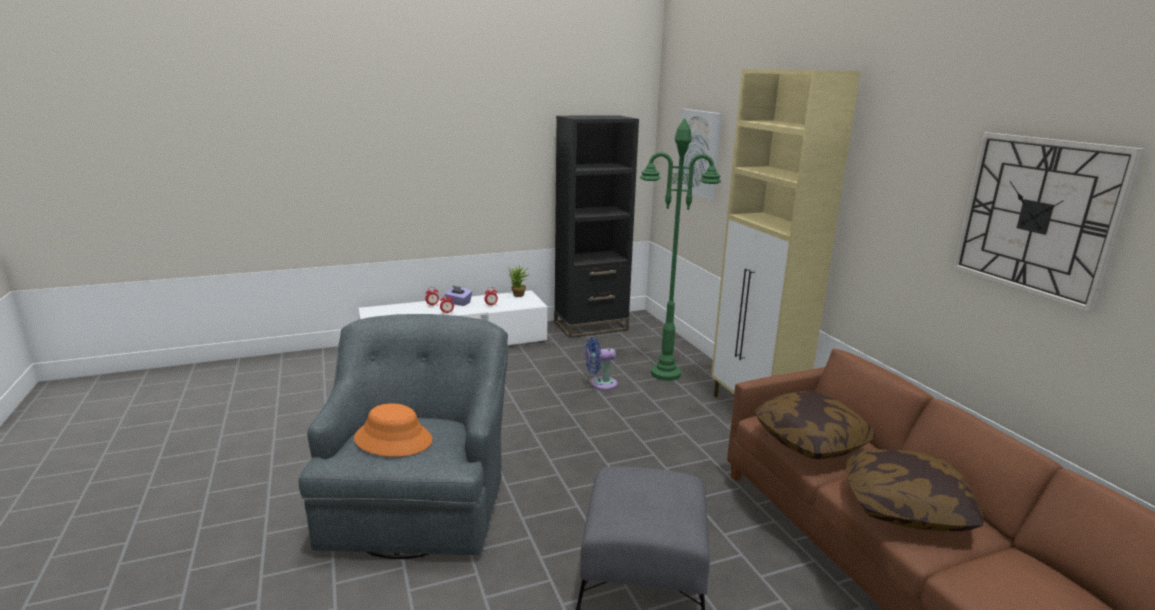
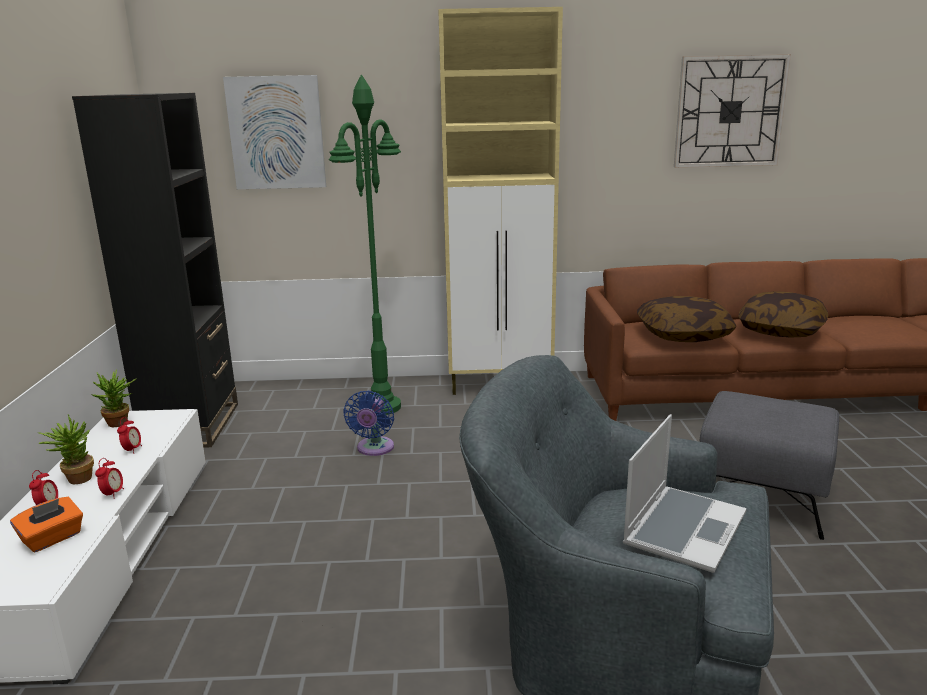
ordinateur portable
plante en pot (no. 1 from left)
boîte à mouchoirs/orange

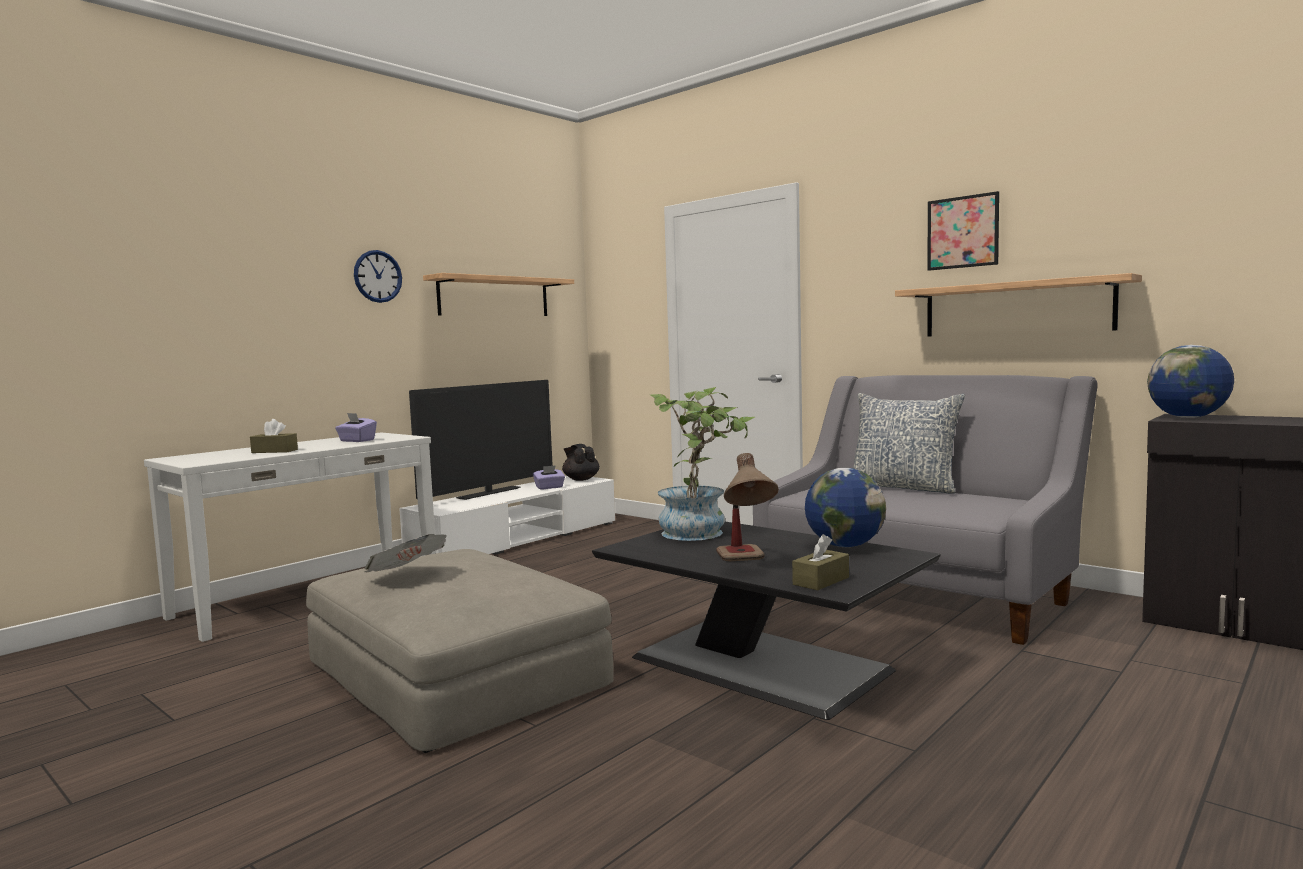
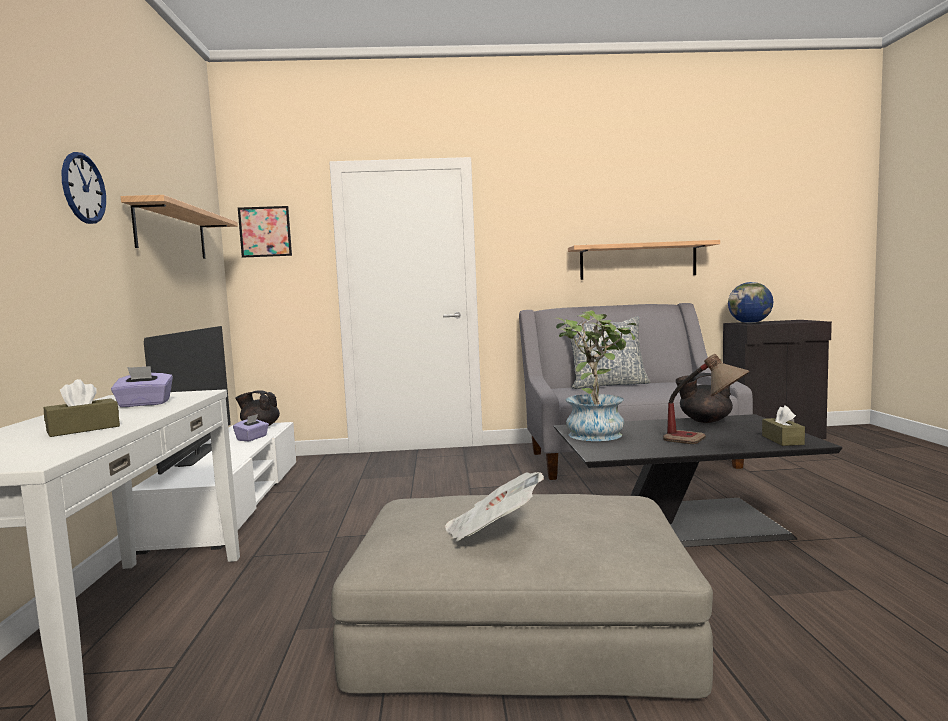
théière/noir (no. 2 from left)
tableau

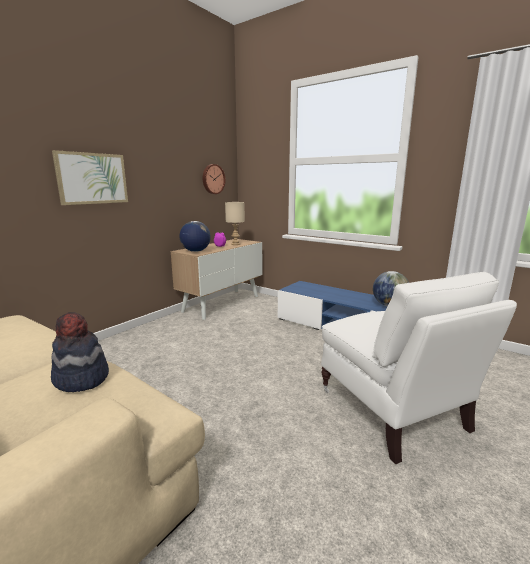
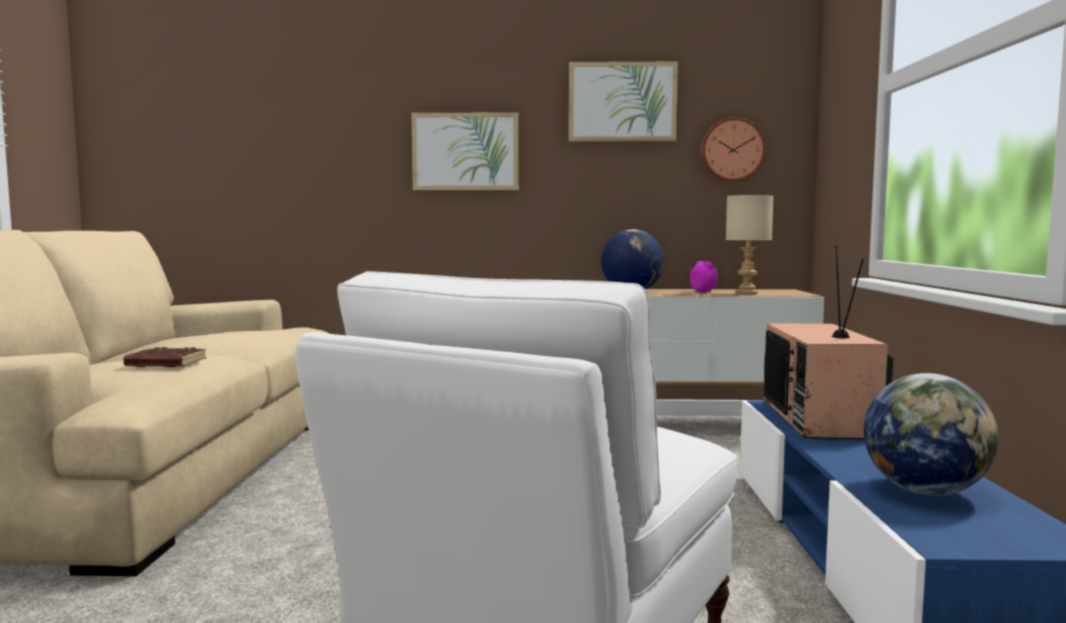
livre/marron
tableau (no. 2 from left)
téléviseur

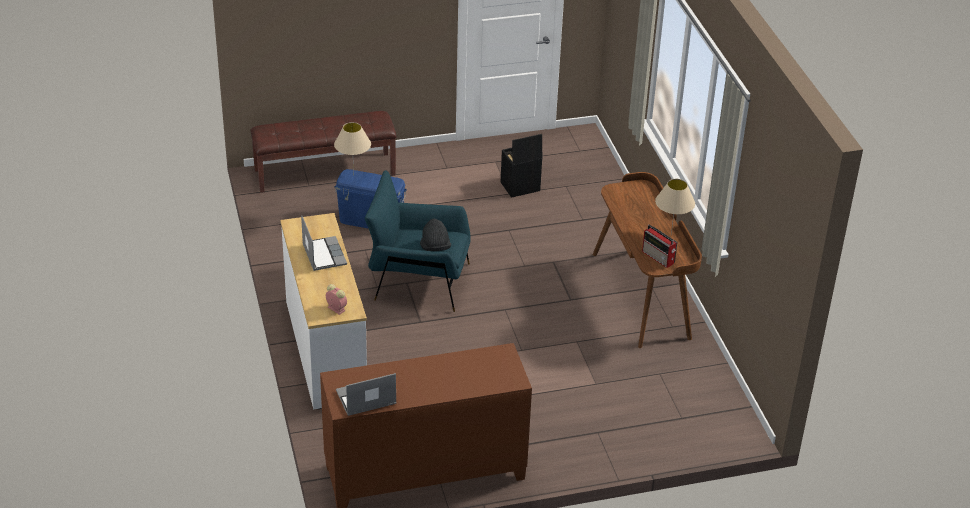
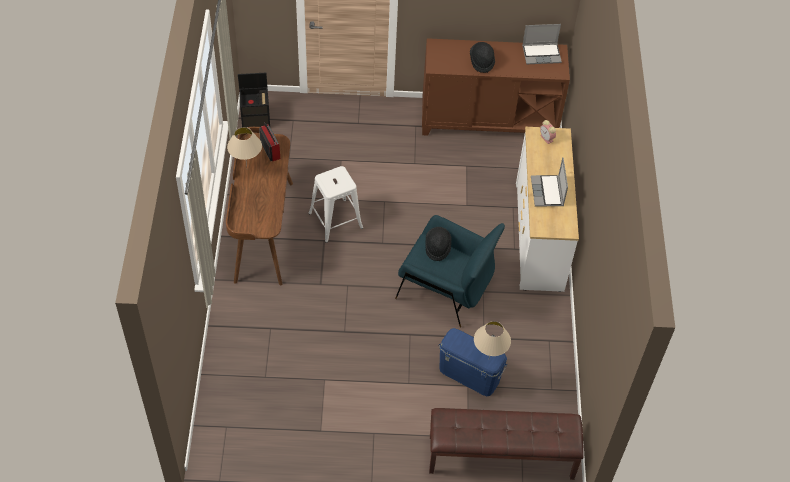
boîte de rangement/noir
tabouret/blanc
chapeau/noir (no. 2 from left)

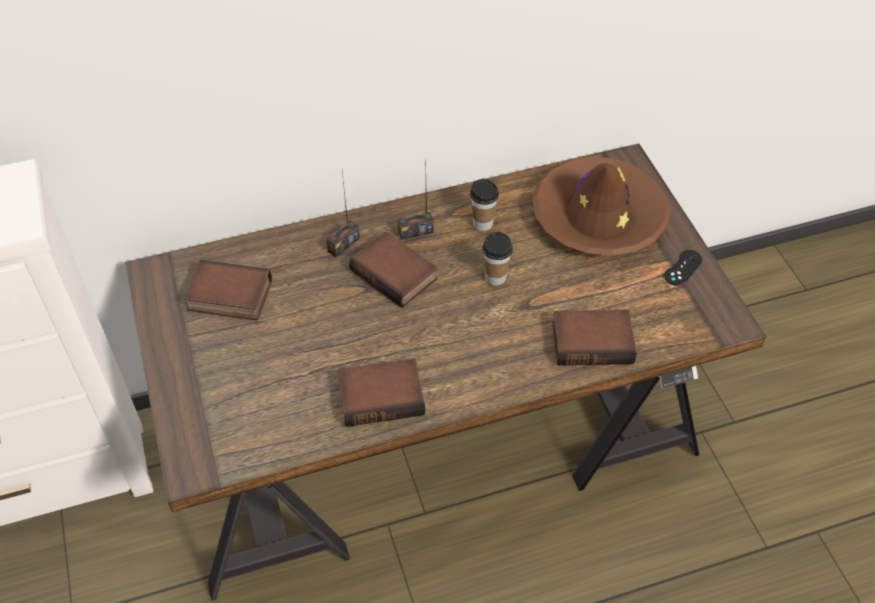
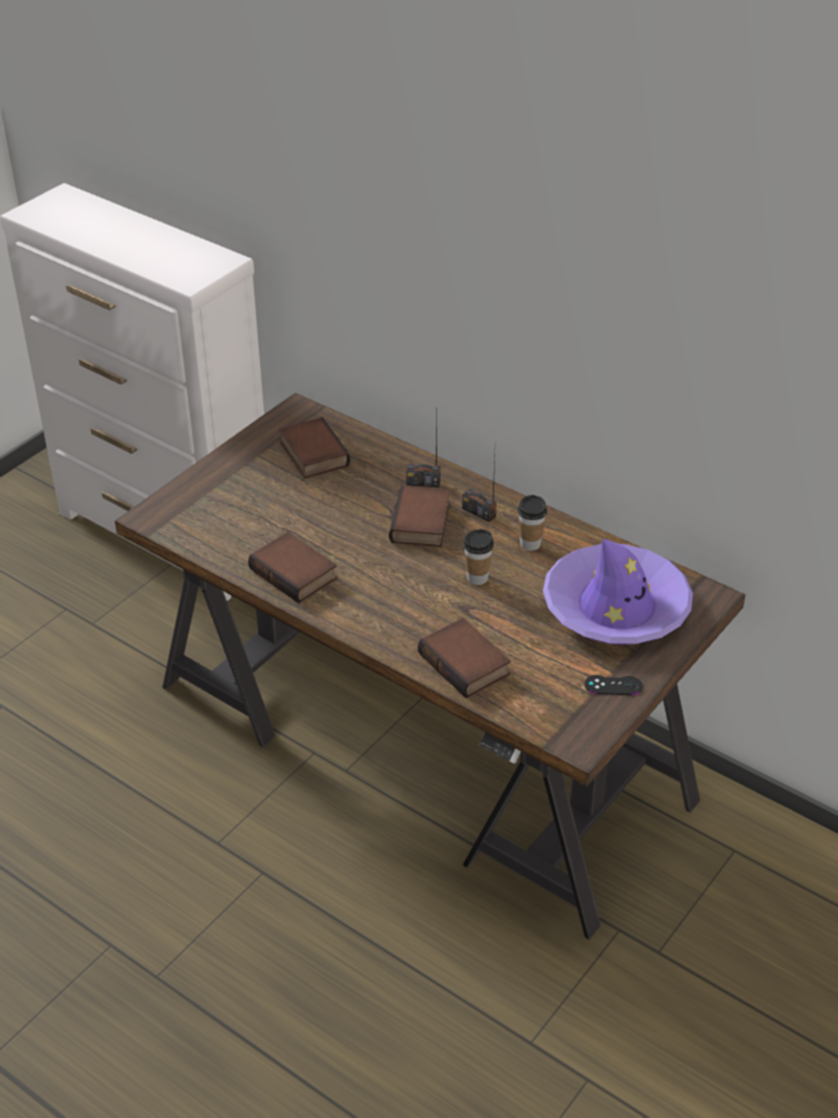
chapeau/violet

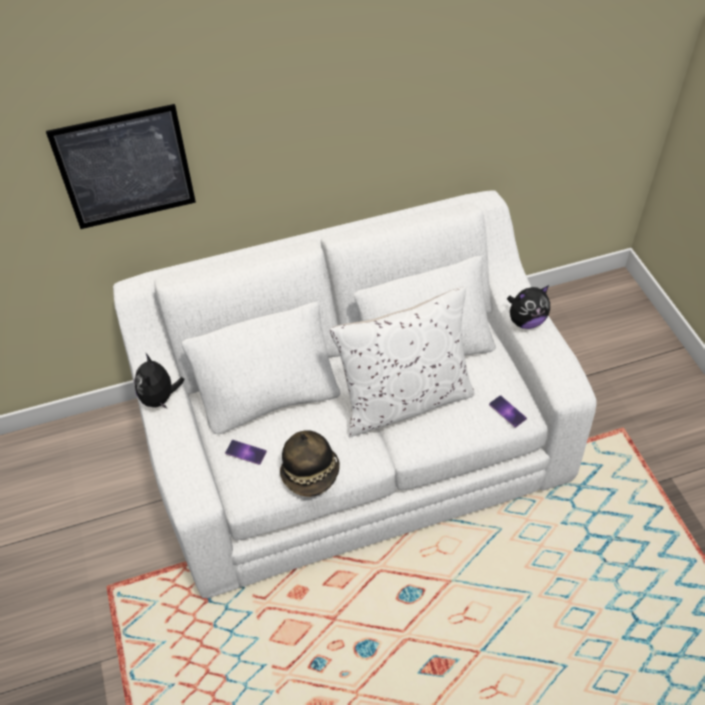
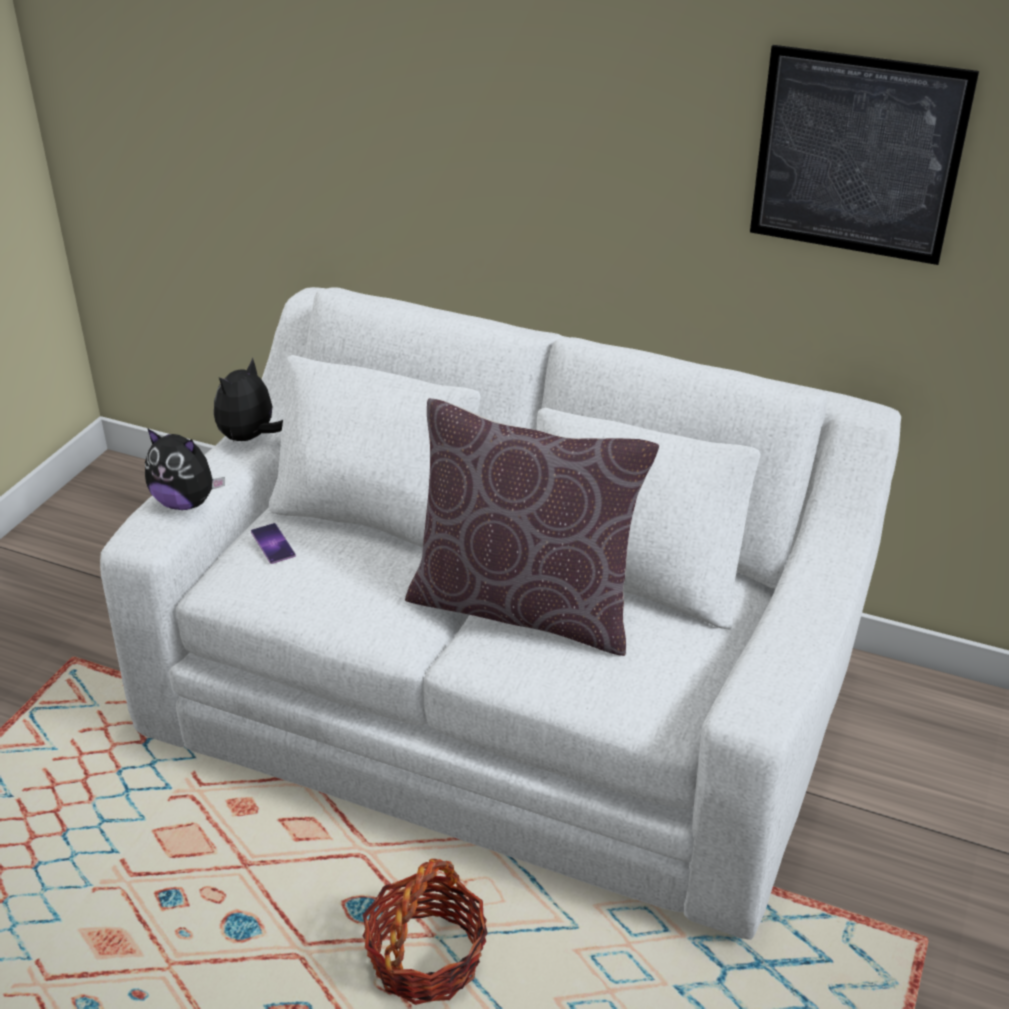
tableau
chapeau
coussin/marron
téléphone (no. 2 from left in the first image)
peluche (no. 1 from left)
panier

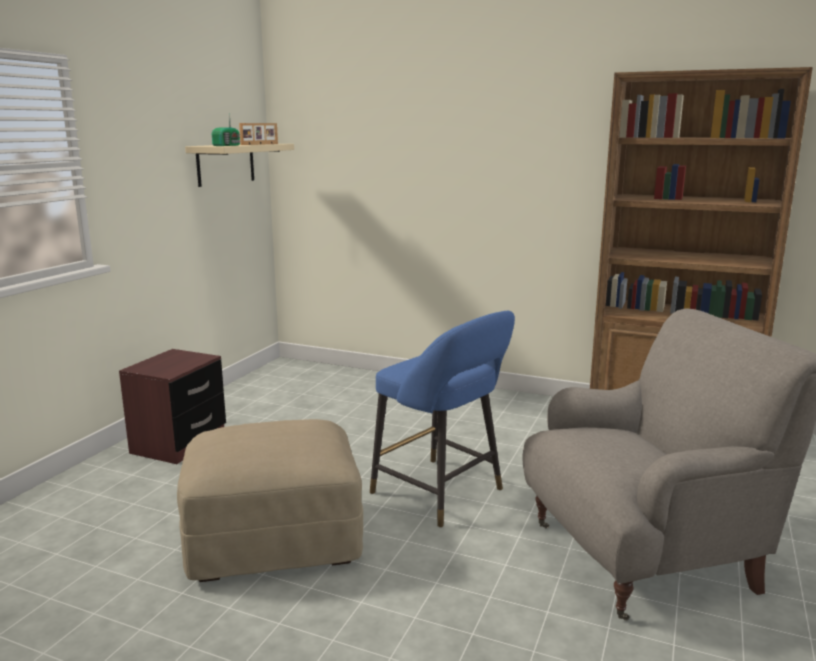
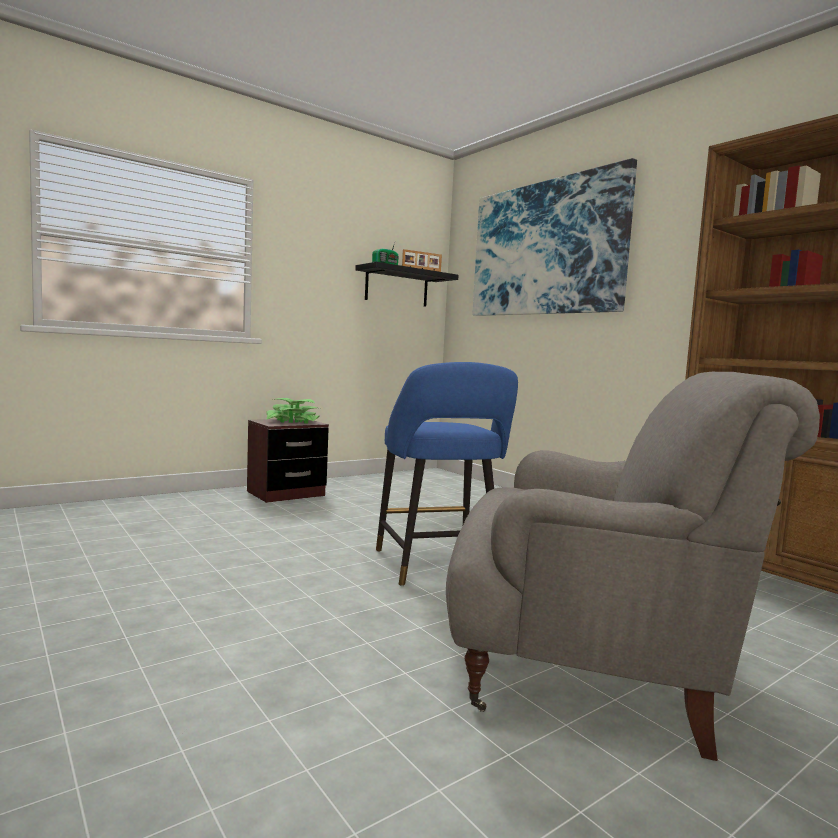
pouf/beige
étagère/noir
plante en pot
tableau

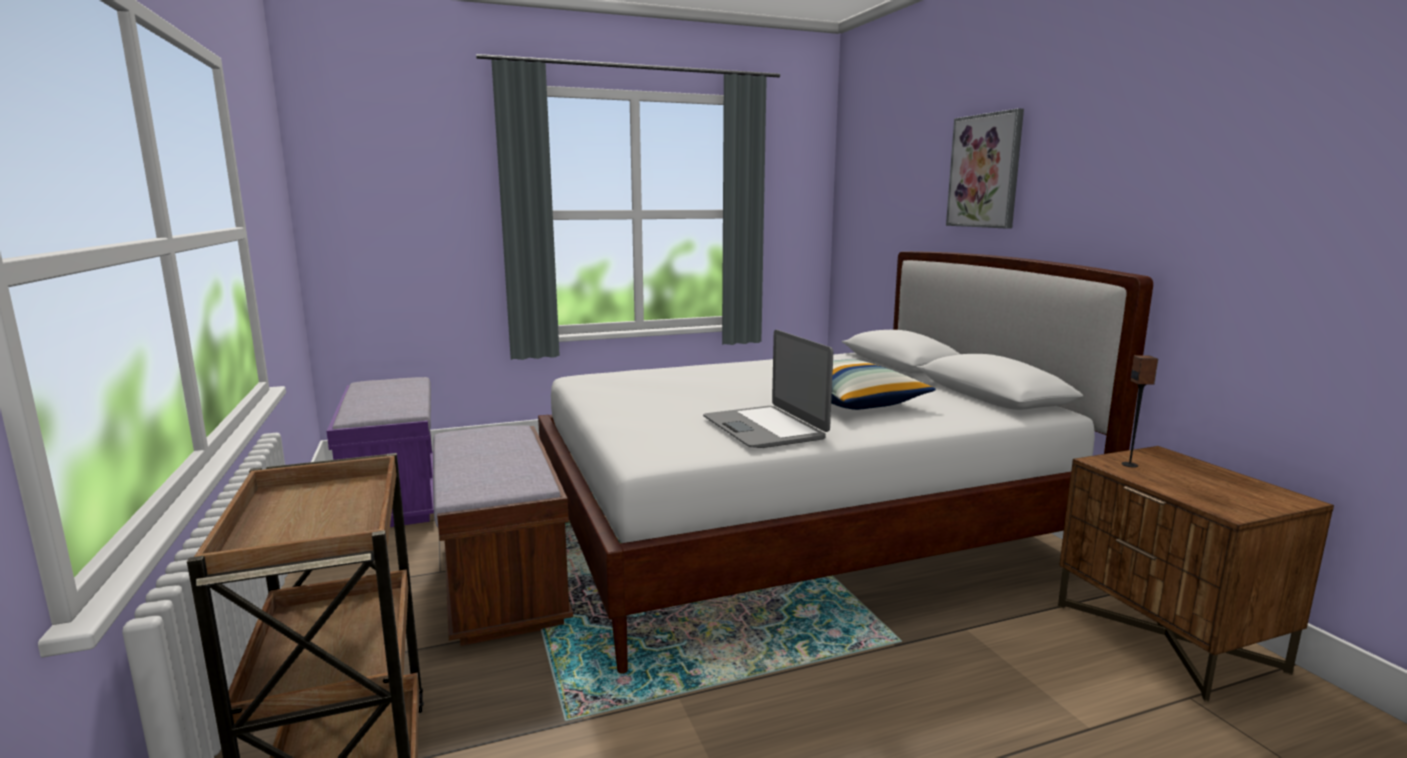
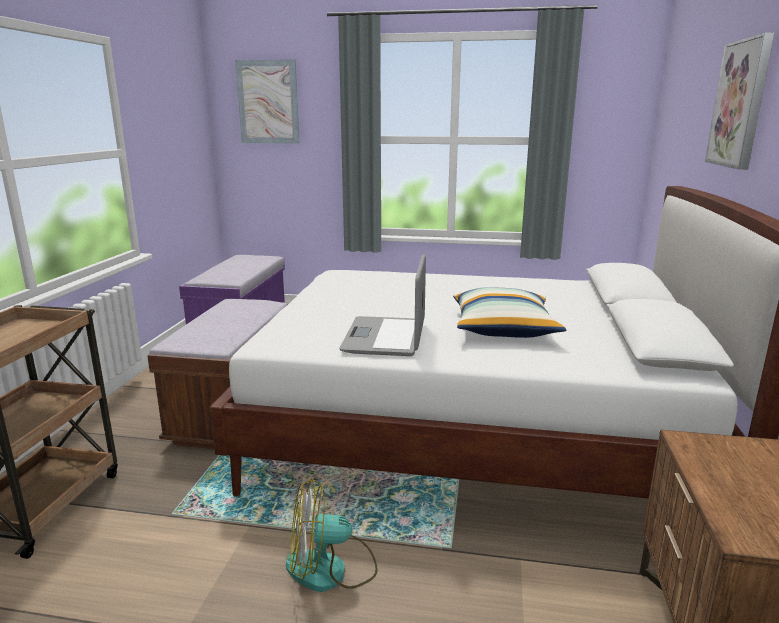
enceinte
tableau (no. 1 from left)
ventilateur

